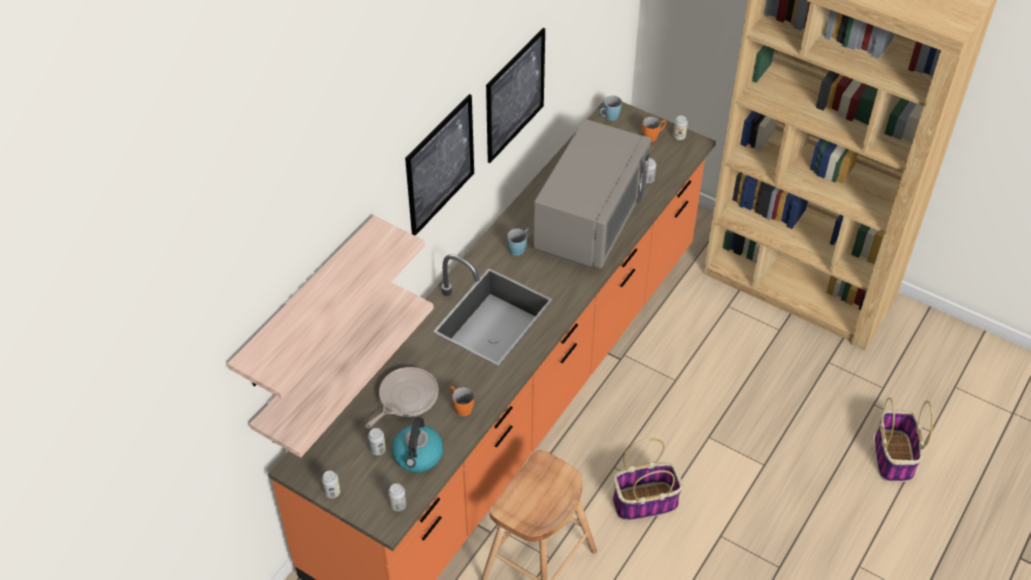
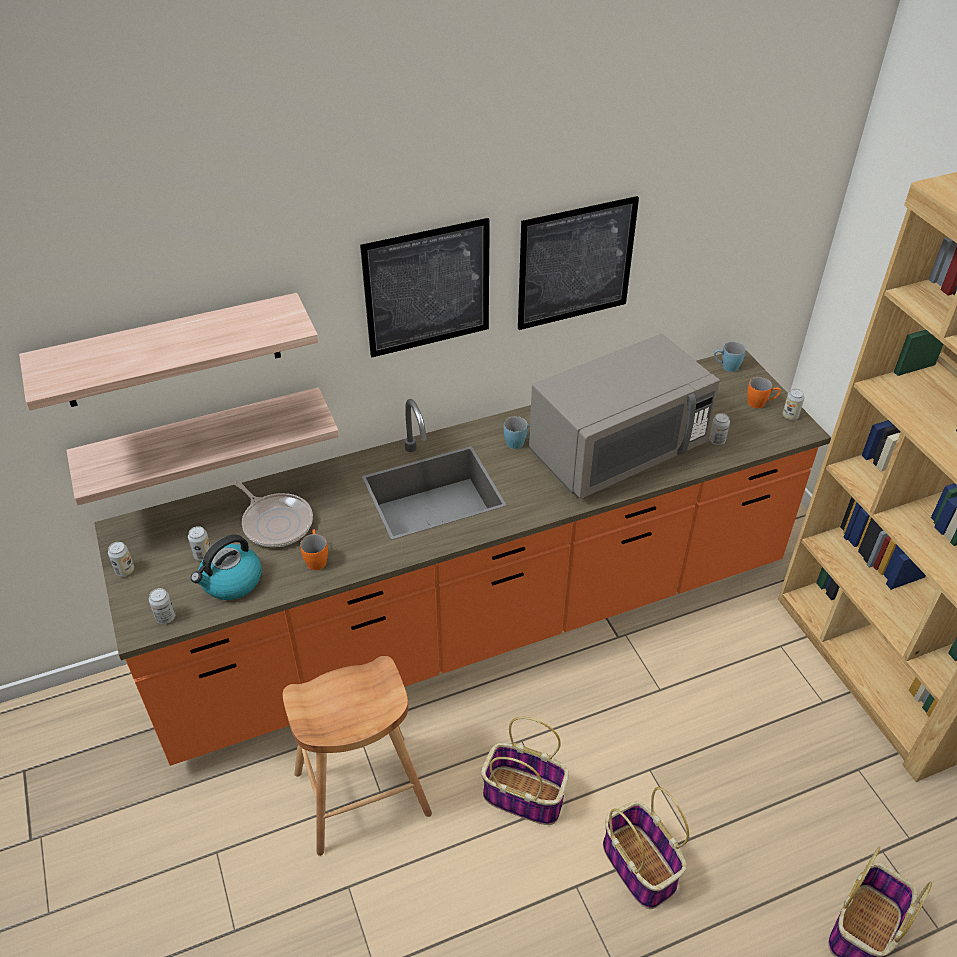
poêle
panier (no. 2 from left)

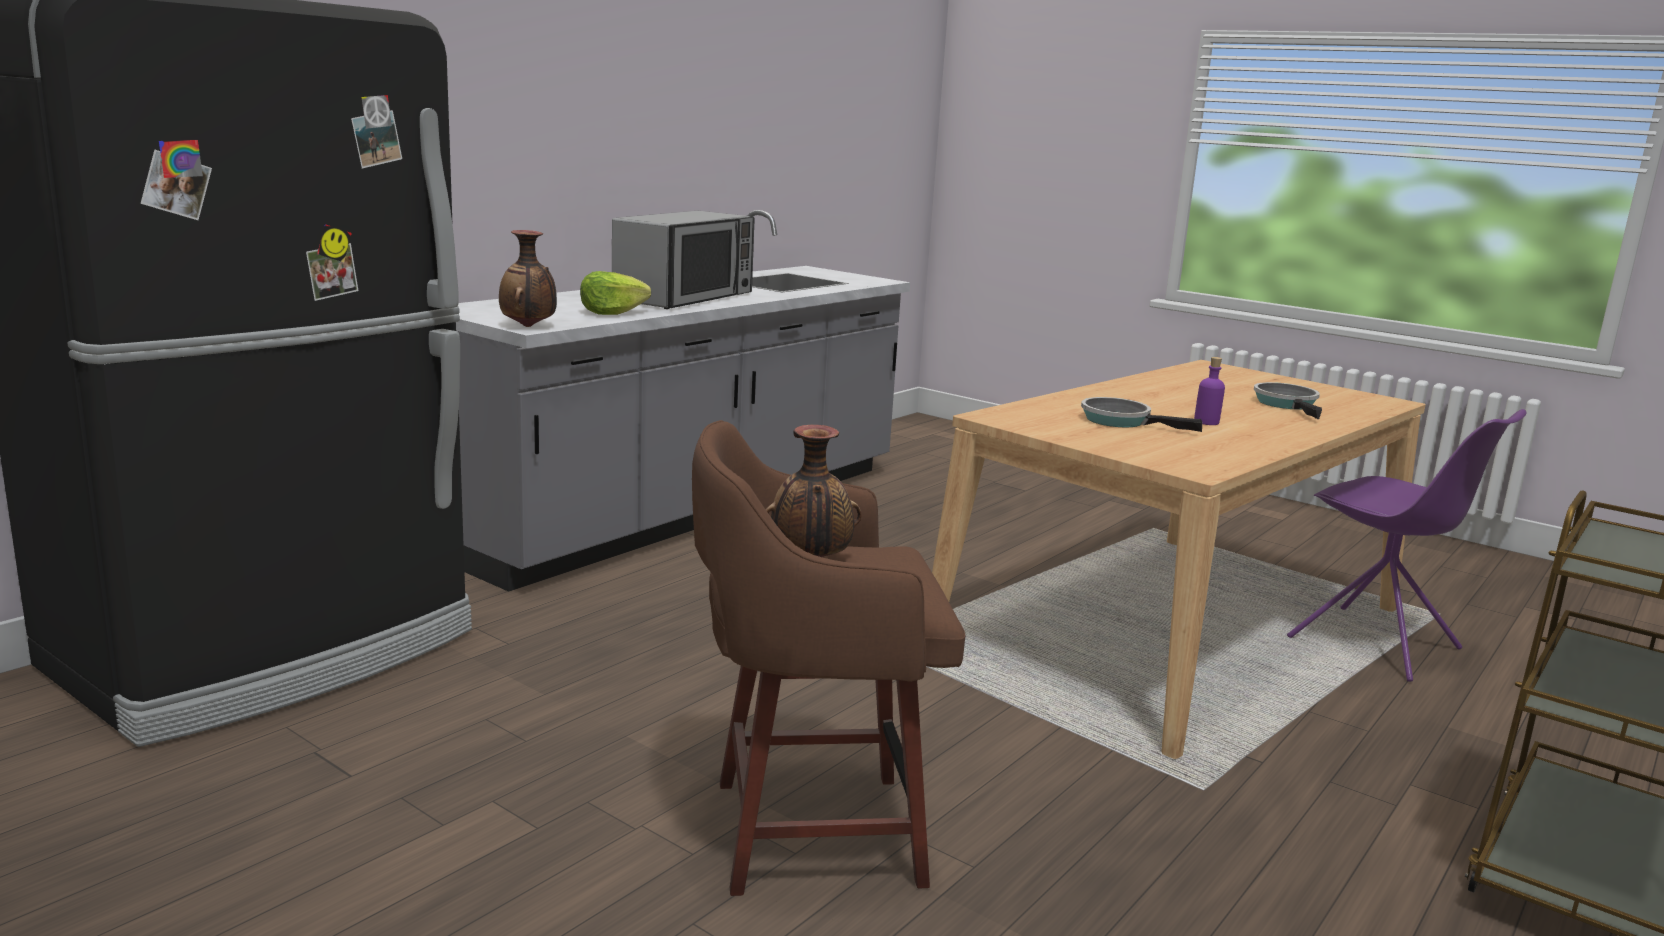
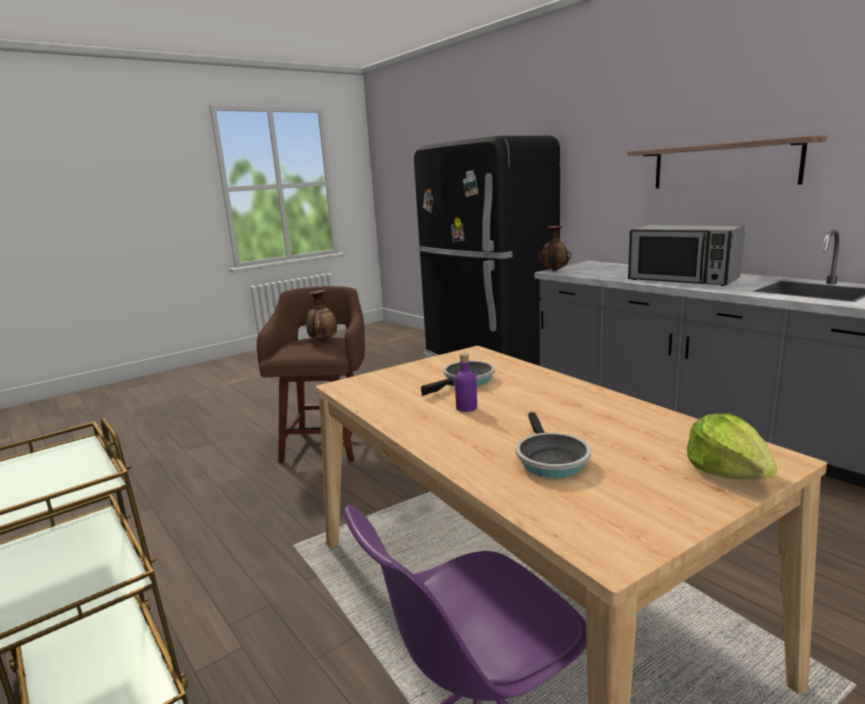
laitue
poêle (no. 2 from left)
étagère

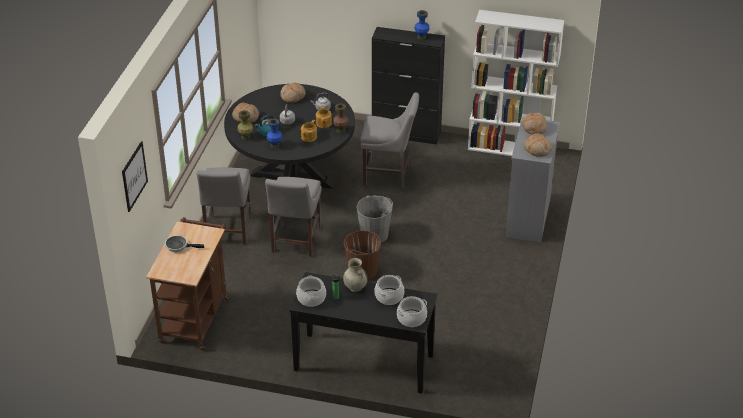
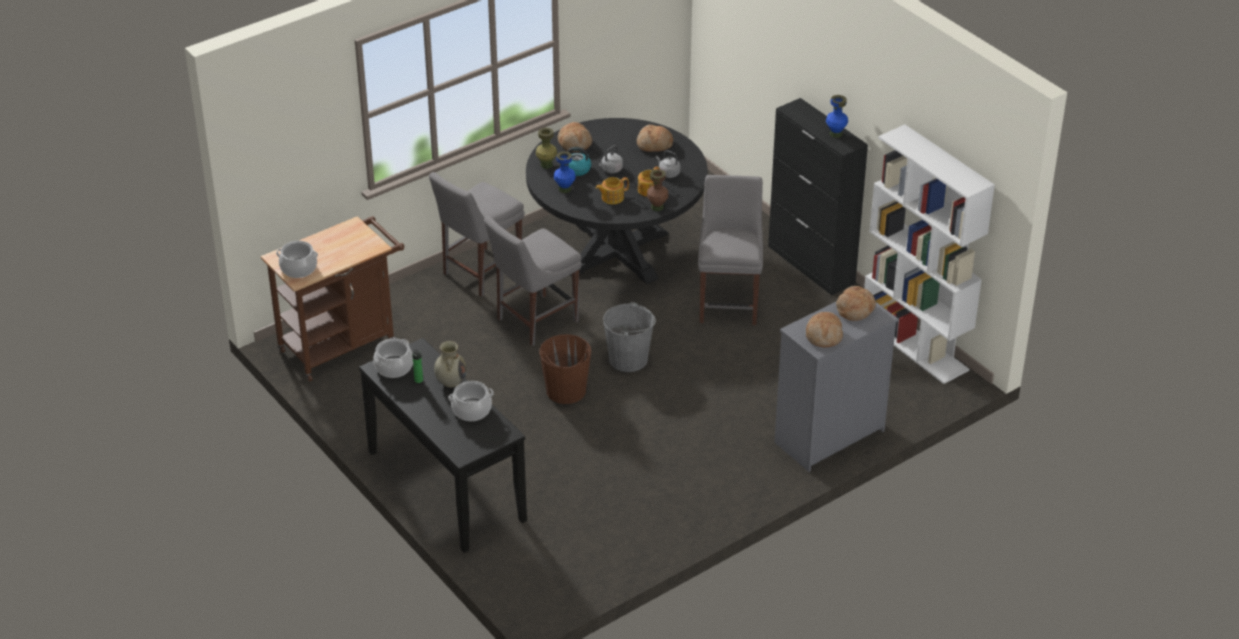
tableau
poêle
chaise/gris (no. 3 from left)
marmite (no. 1 from left)

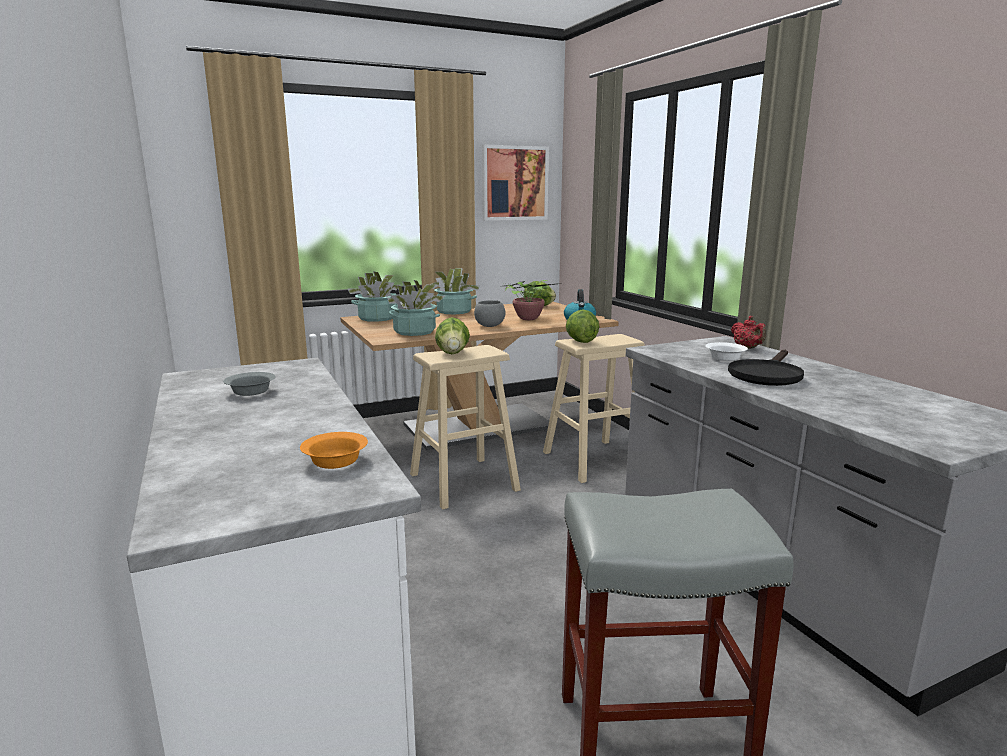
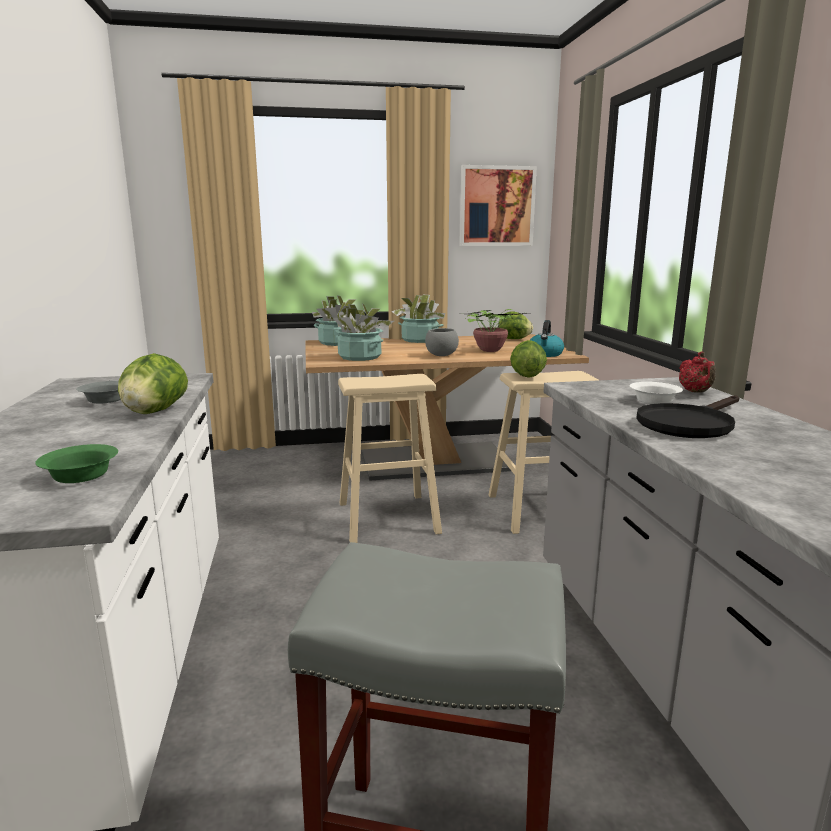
bol/vert
laitue (no. 1 from left)

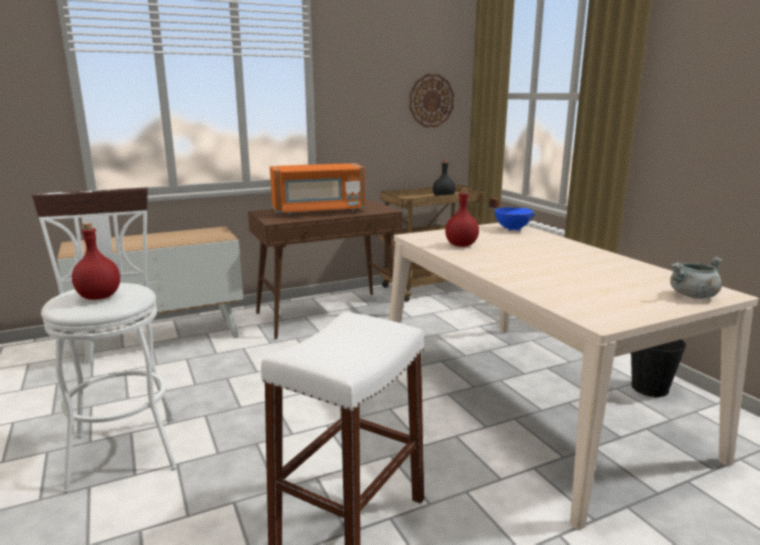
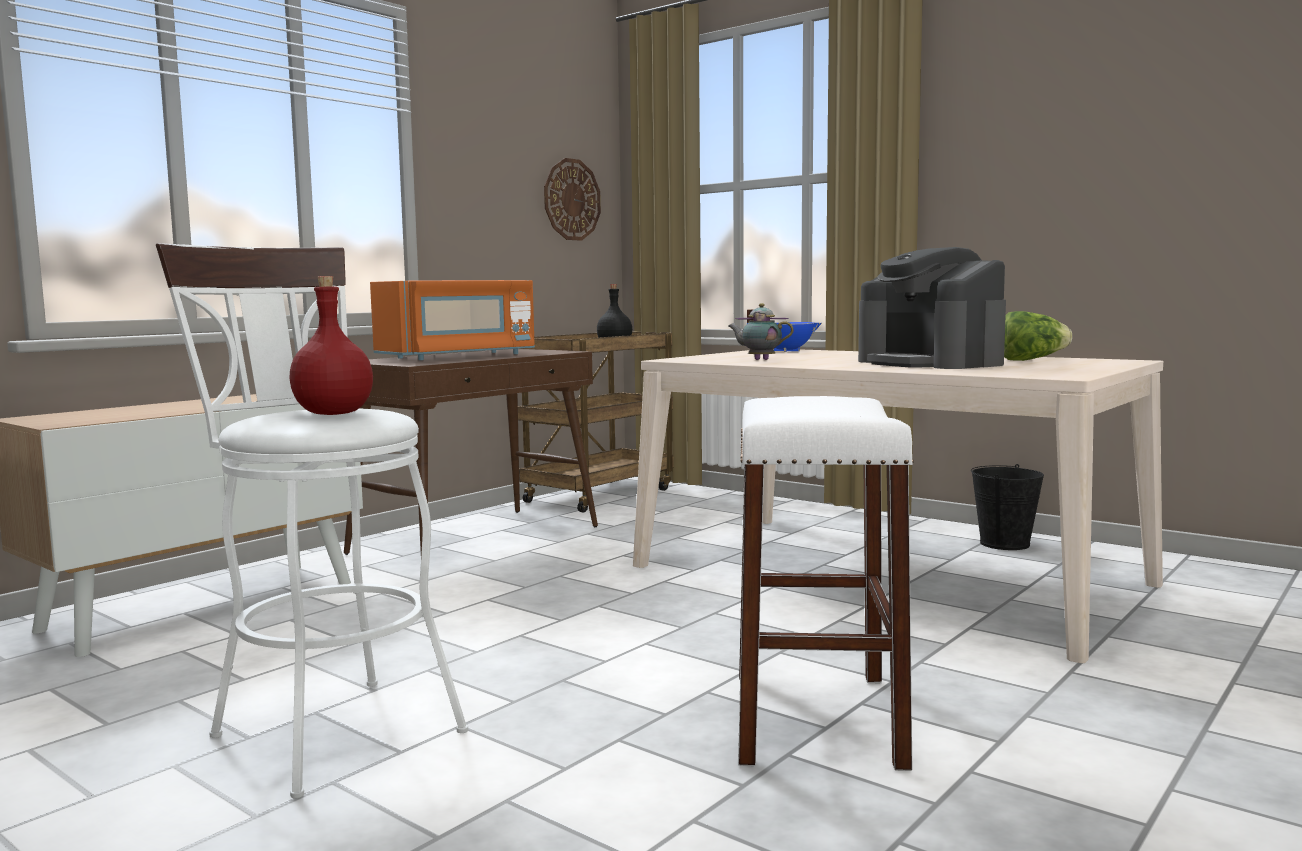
théière
marmite/gris
machine à café
laitue

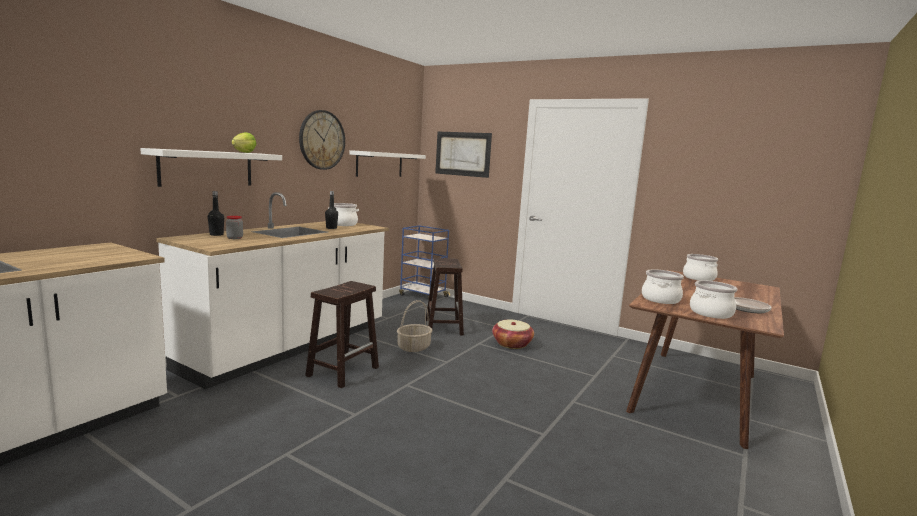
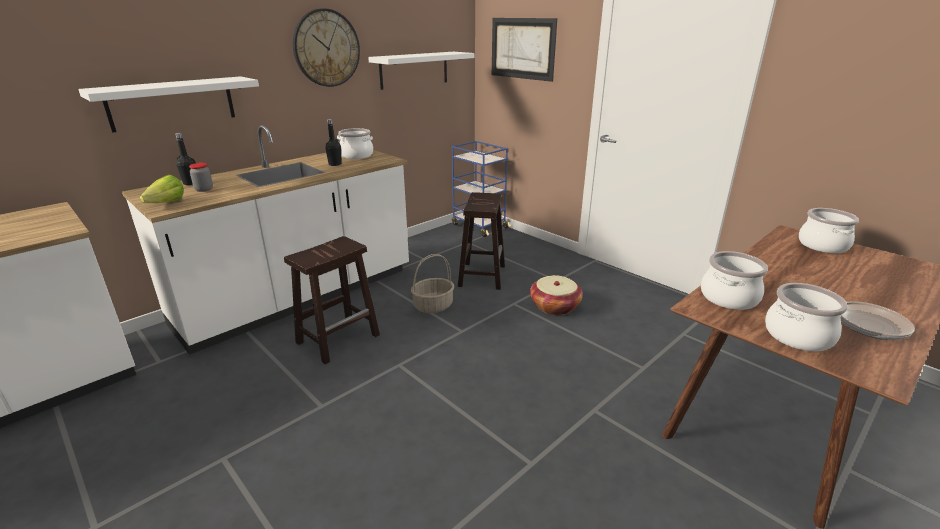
laitue

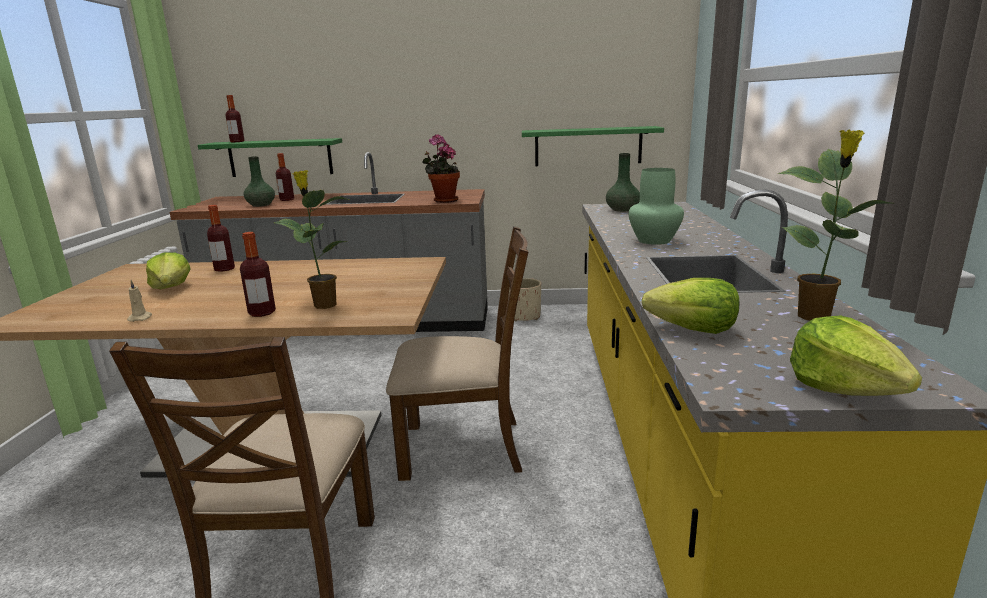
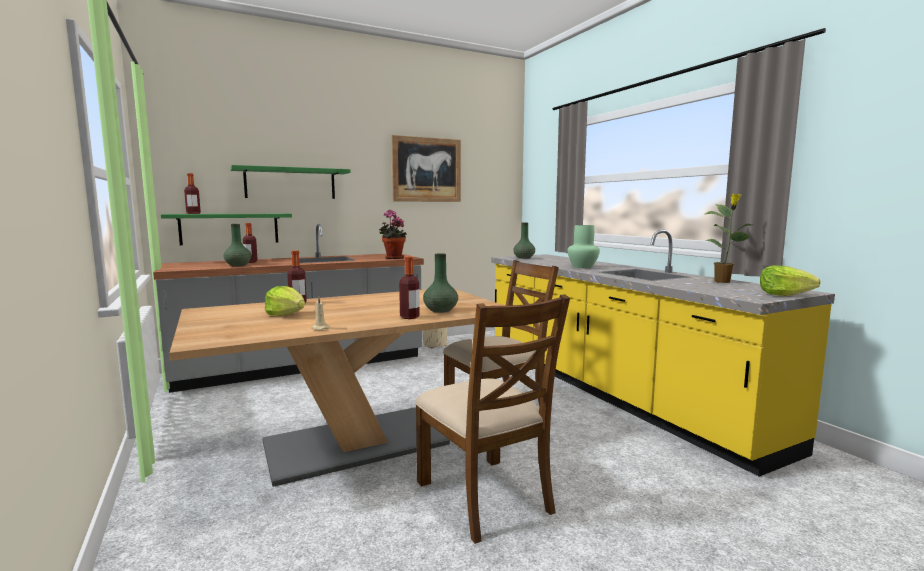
vase/vert (no. 2 from left)
étagère/vert (no. 2 from left)
laitue (no. 2 from left in the first image)
tableau

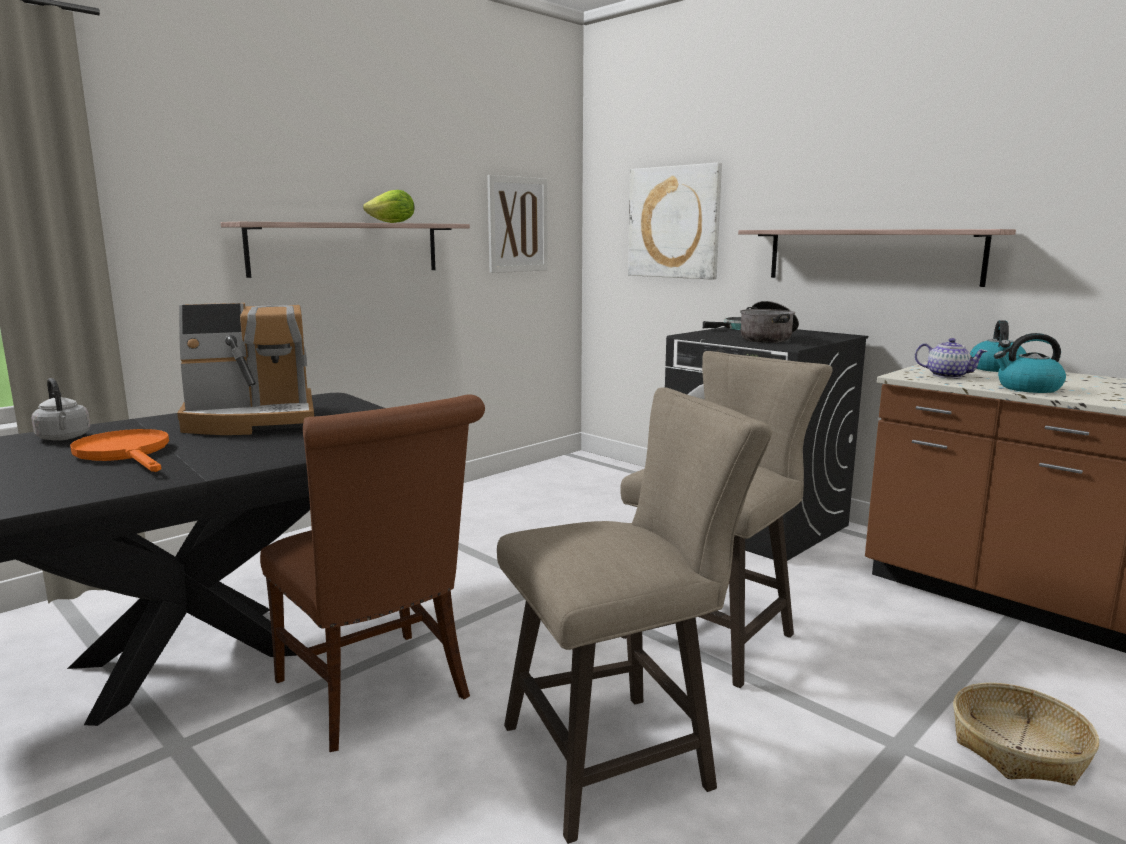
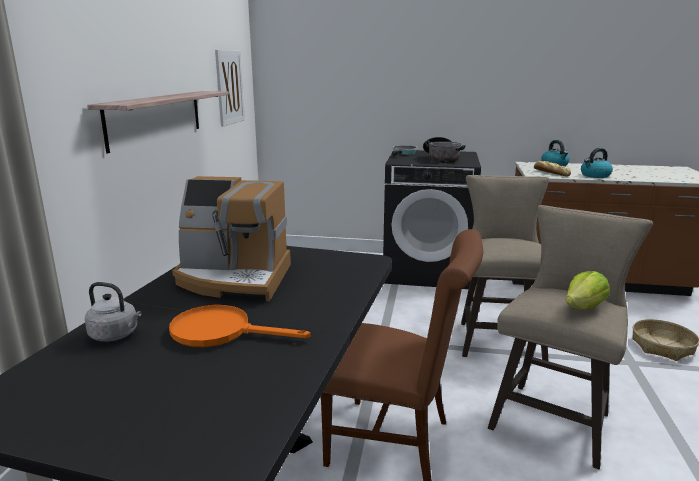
machine à café
laitue
tableau (no. 2 from left in the first image)
étagère (no. 2 from left in the first image)
pain

